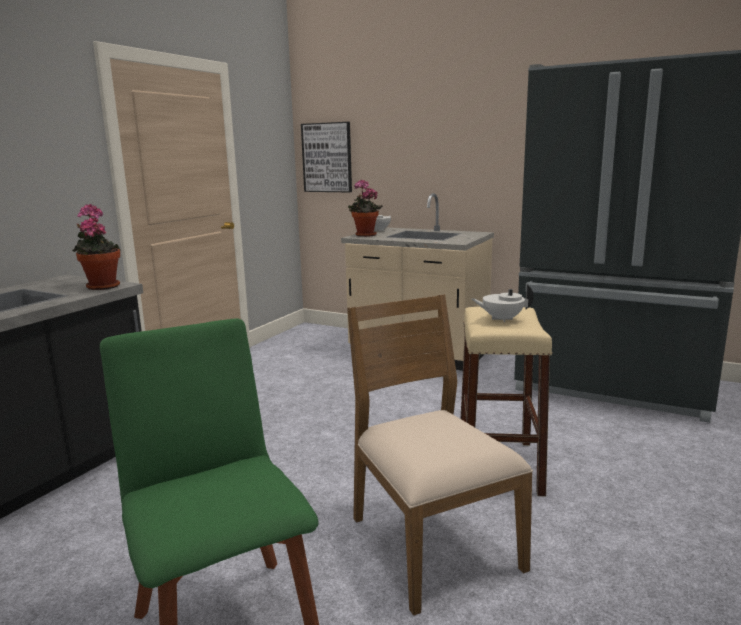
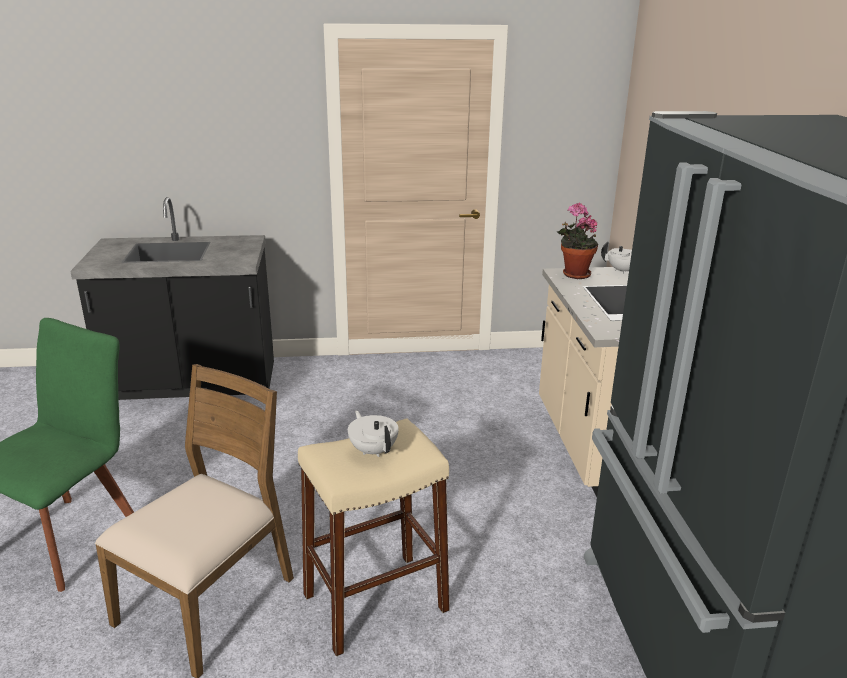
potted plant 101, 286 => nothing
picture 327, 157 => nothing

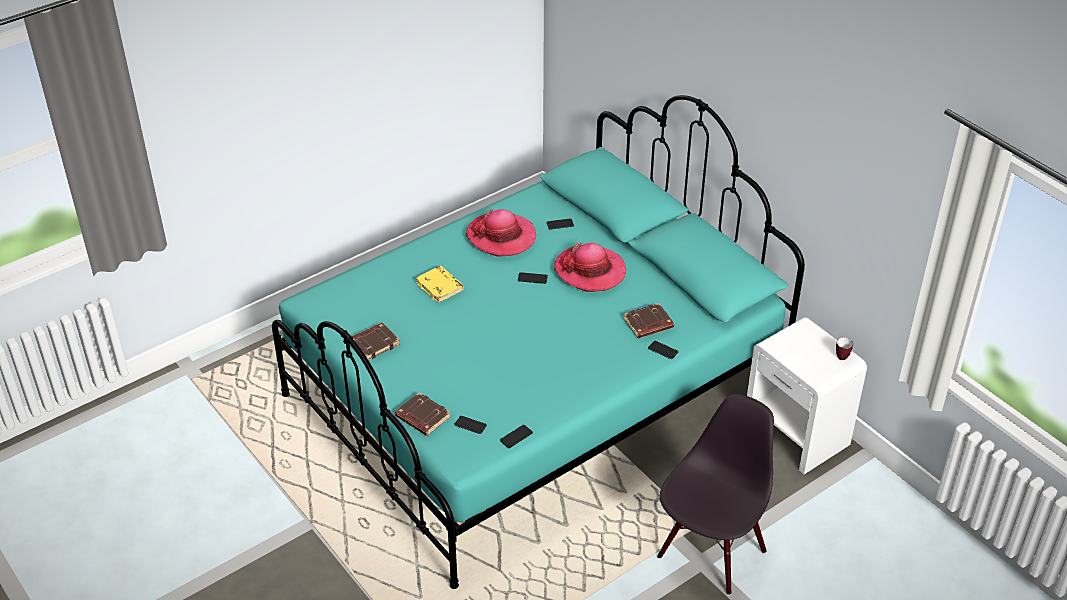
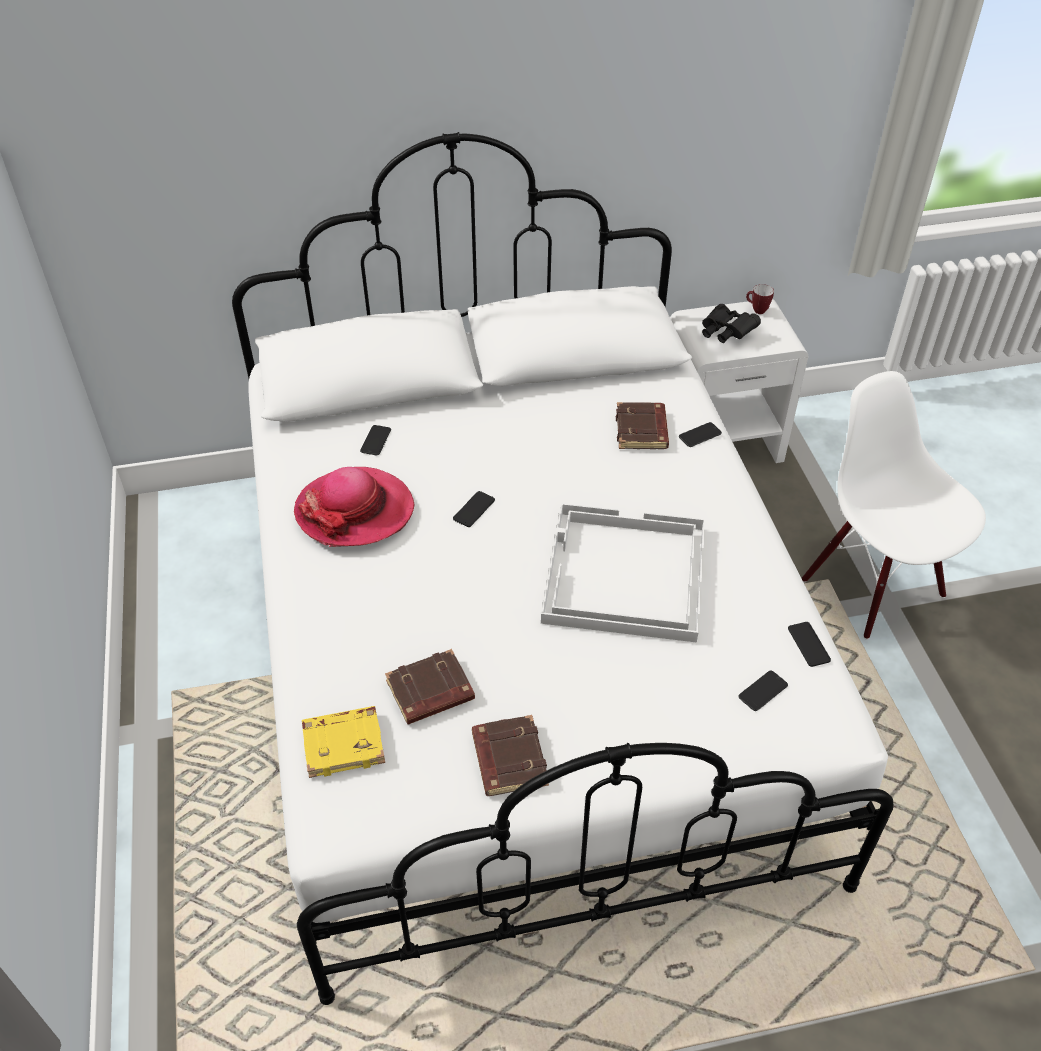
turquoise bed 534, 394 => white bed 522, 655
brown book 422, 417 => brown book 430, 692, move
yellow book 440, 287 => yellow book 344, 744, move
hat 590, 271 => nothing
black chair 710, 552 => white chair 874, 587
nothing => white tray 623, 575
nothing => black binoculars 725, 333

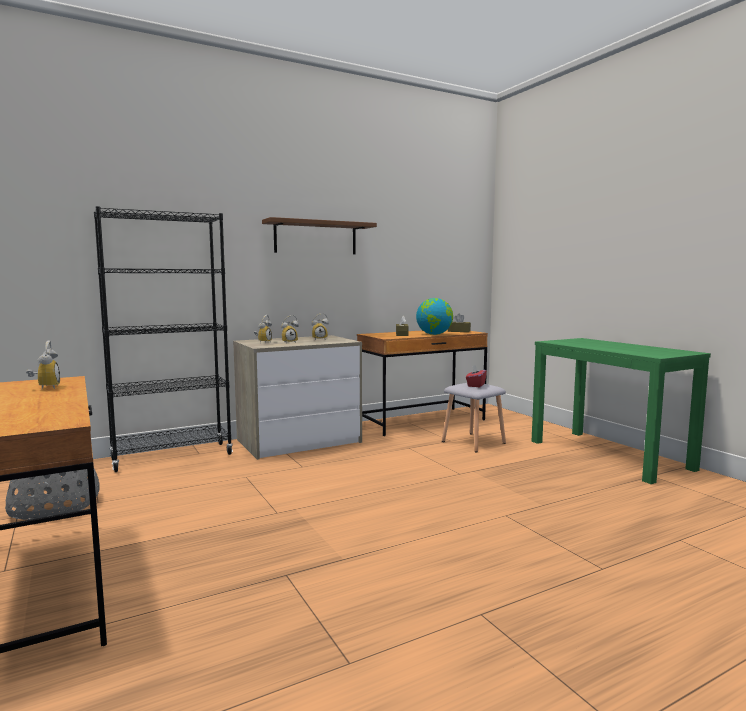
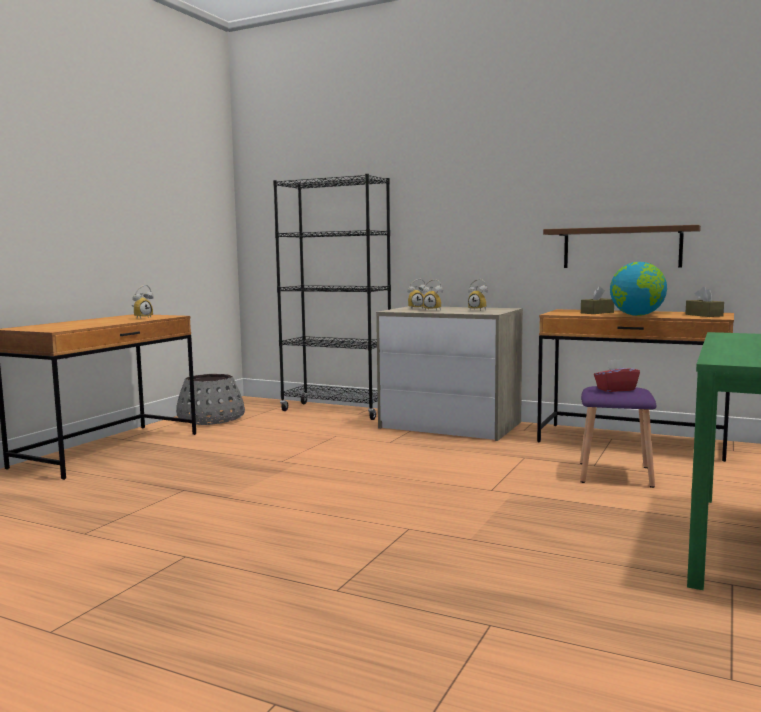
brown shelf 315, 238 => brown shelf 621, 247, move
grey stool 473, 442 => purple stool 613, 474

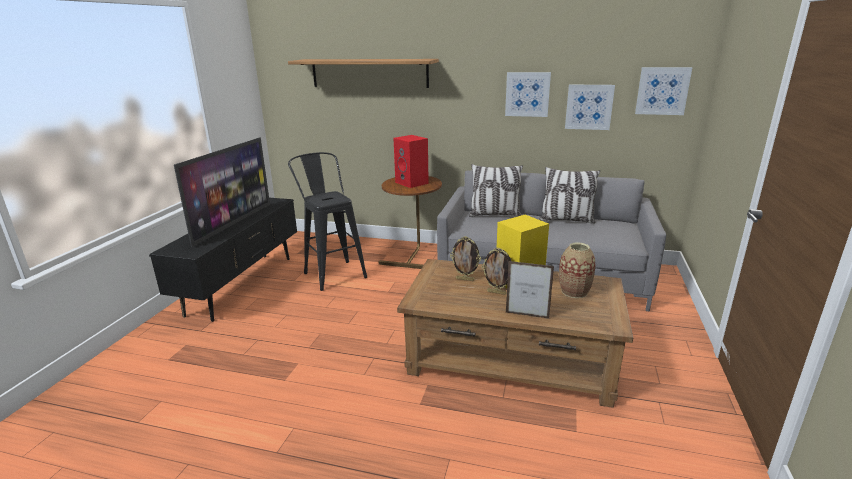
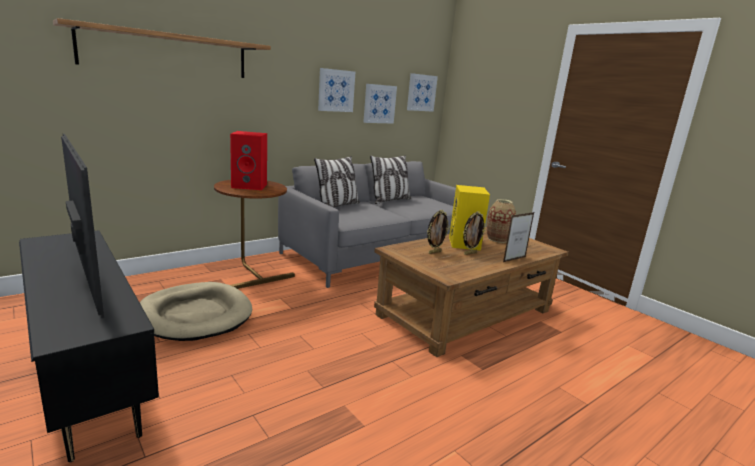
black stool 332, 273 => beige dog bed 195, 315

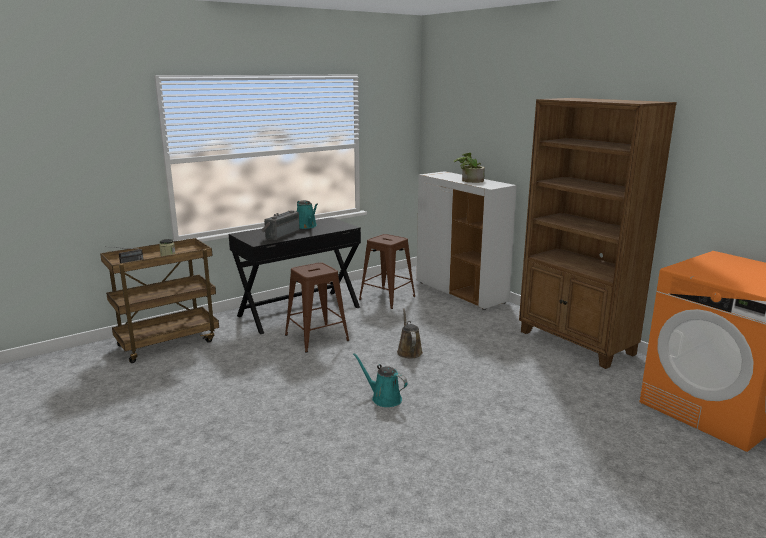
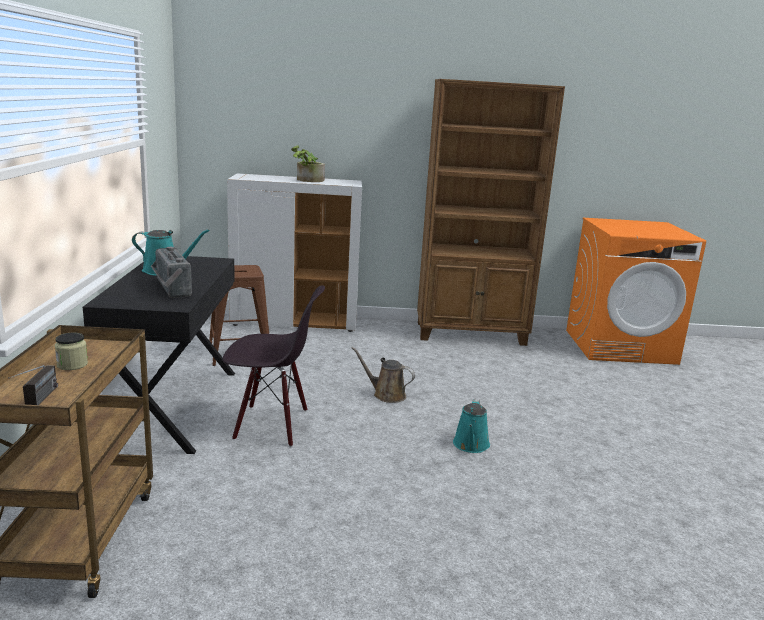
brown stool 316, 338 => black chair 271, 425
turquoise watering can 384, 398 => turquoise watering can 471, 445, 60 degrees counterclockwise

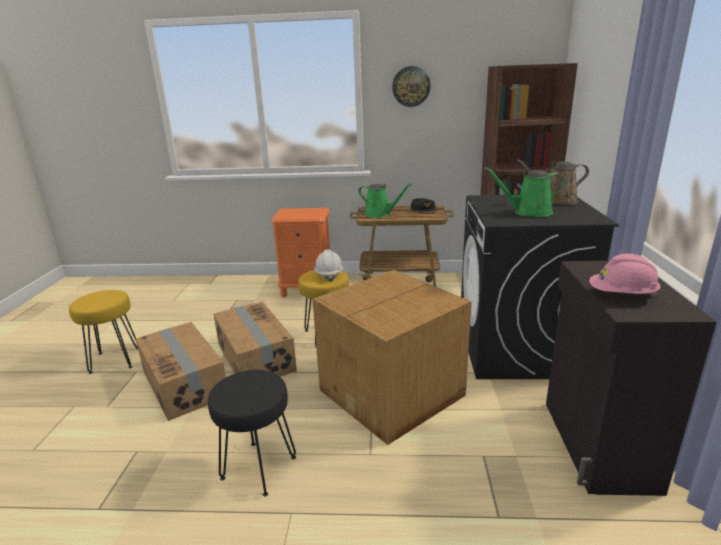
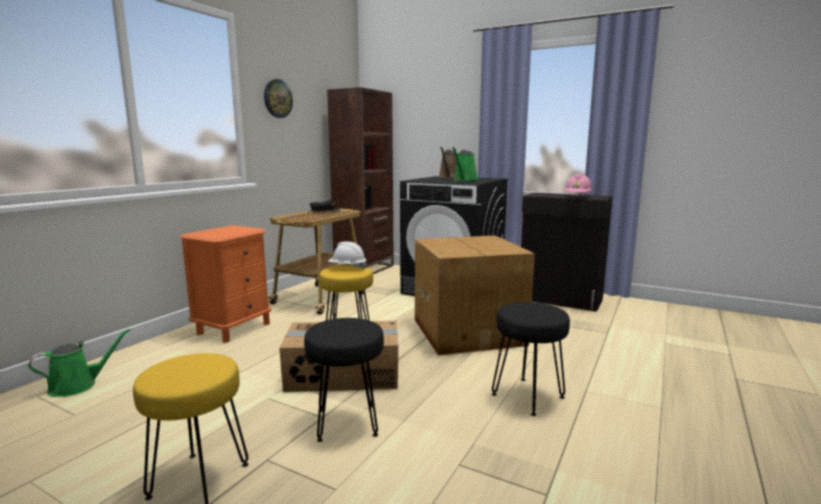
cardboard box 185, 383 => black stool 346, 422
green watering can 380, 214 => green watering can 78, 386, move

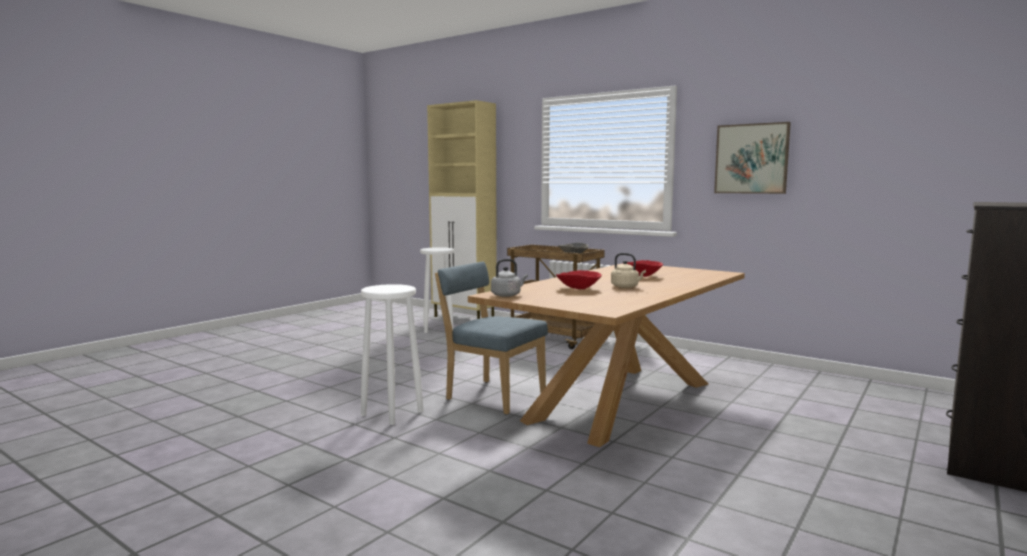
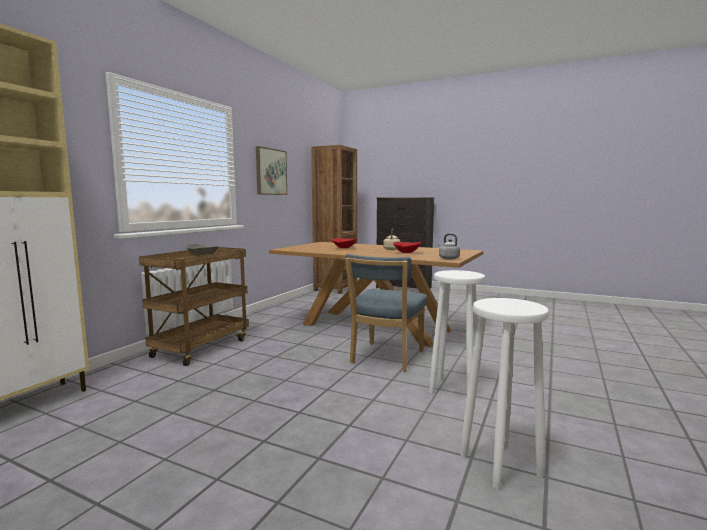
white stool 438, 329 => white stool 500, 464, move
nothing => brown bookcase 335, 288

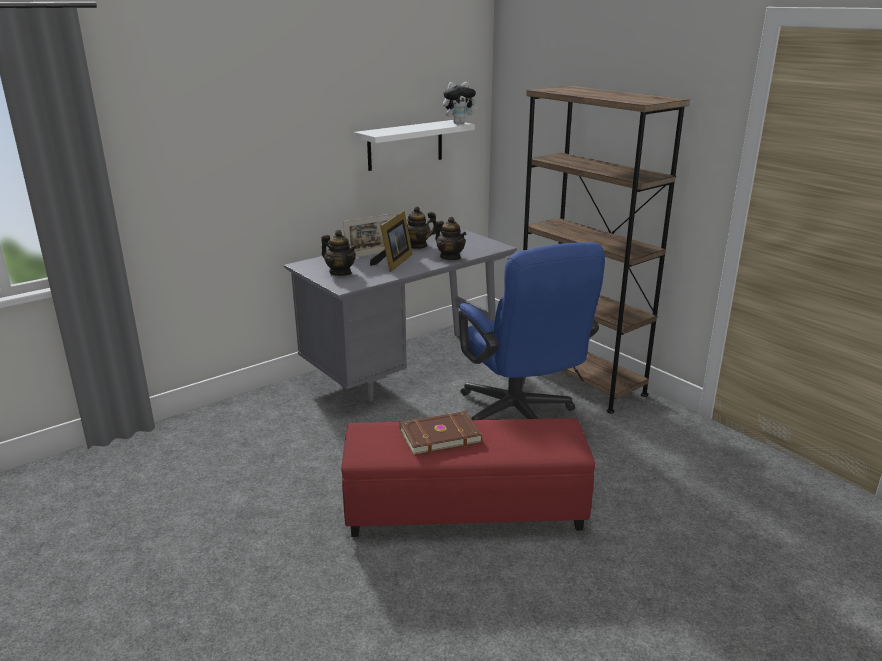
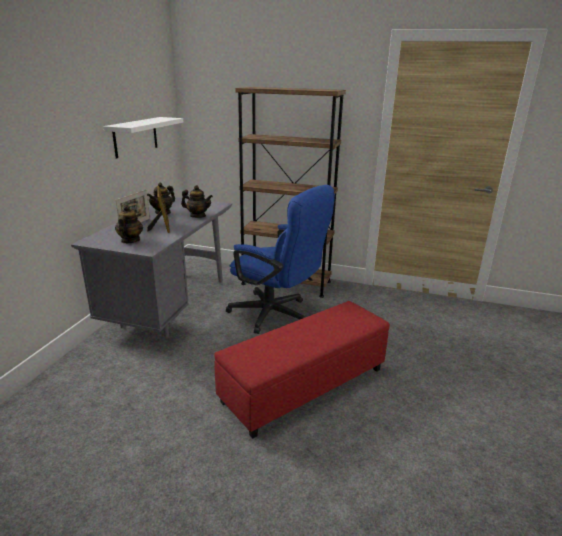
teapot 340, 272 => teapot 130, 241, 90 degrees counterclockwise
brown book 439, 435 => nothing
plush toy 459, 123 => nothing

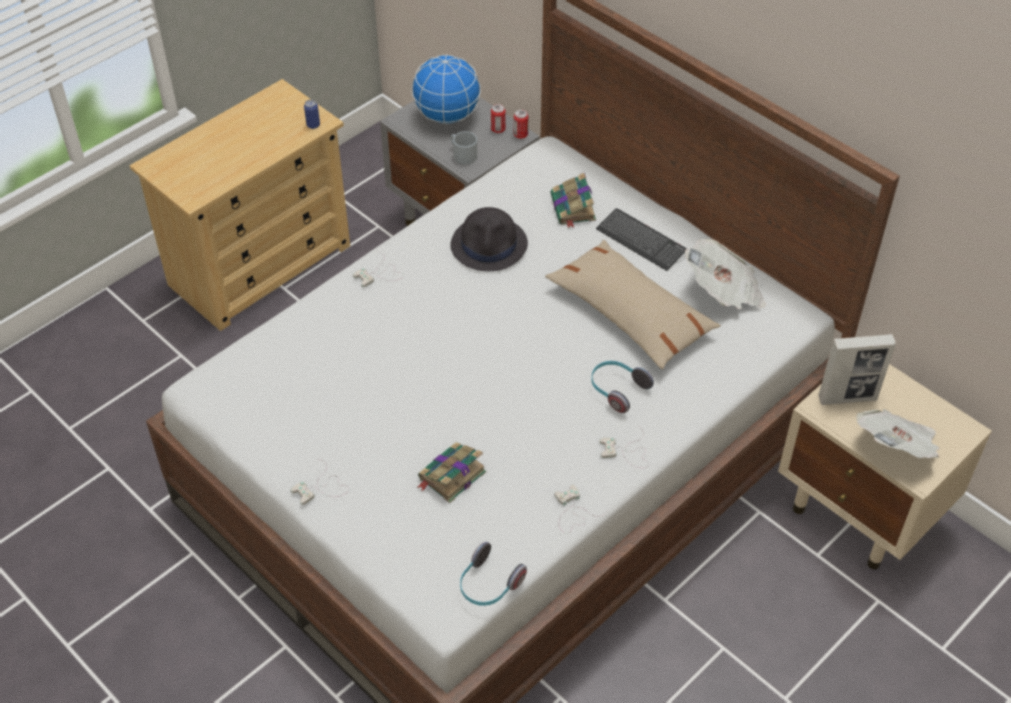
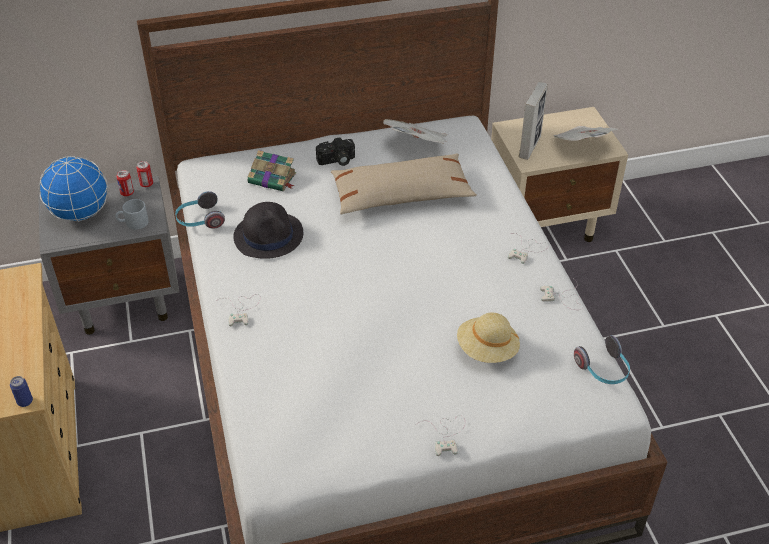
can 313, 125 => can 25, 401, move
book 451, 476 => beige hat 487, 350
headphones 617, 390 => headphones 199, 220, move
keyboard 641, 241 => photo camera 336, 161

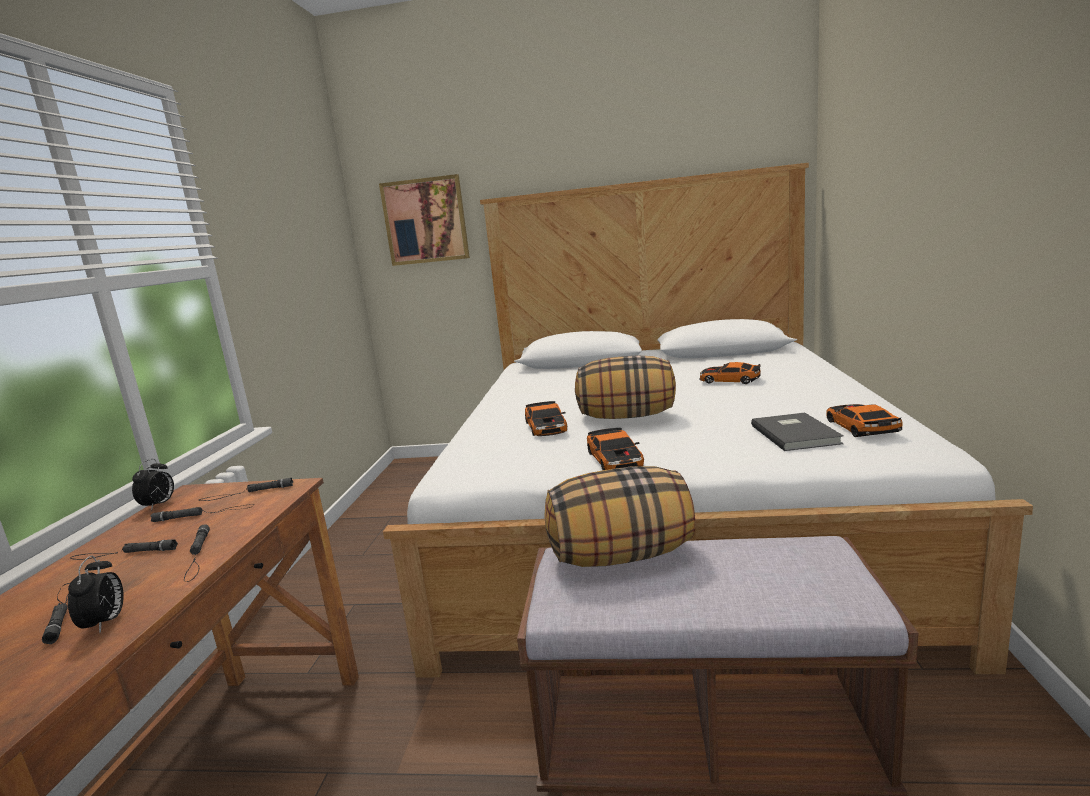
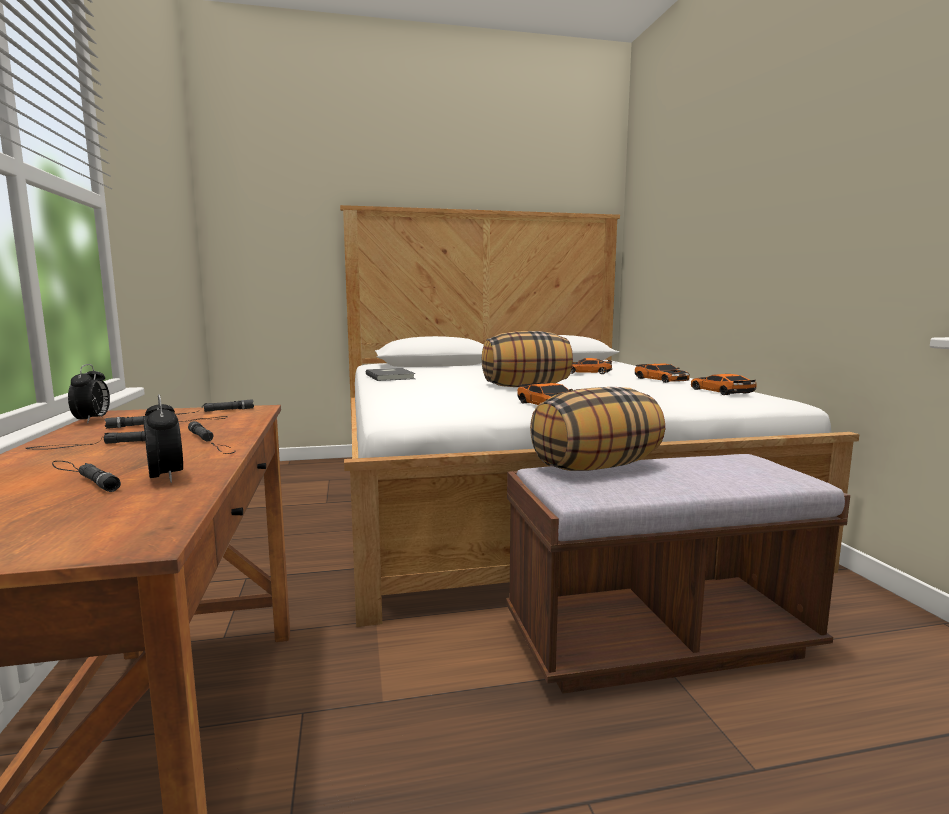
picture 425, 221 => nothing
toy car 547, 426 => toy car 662, 379, move
grey book 796, 434 => grey book 391, 376, move

